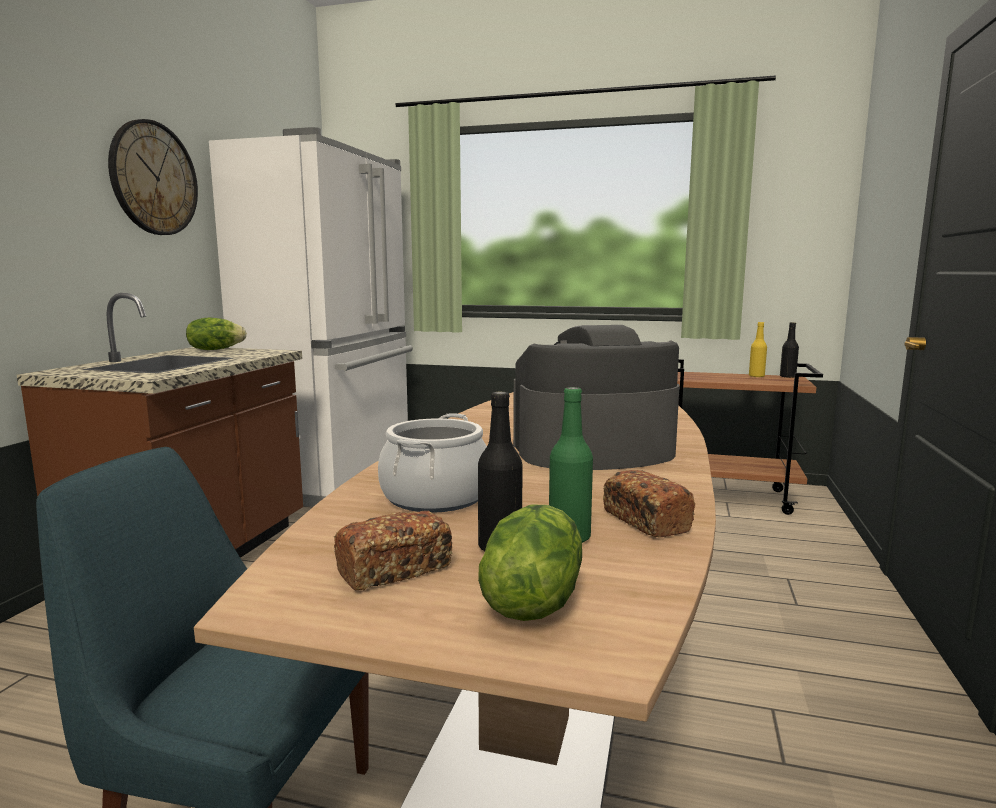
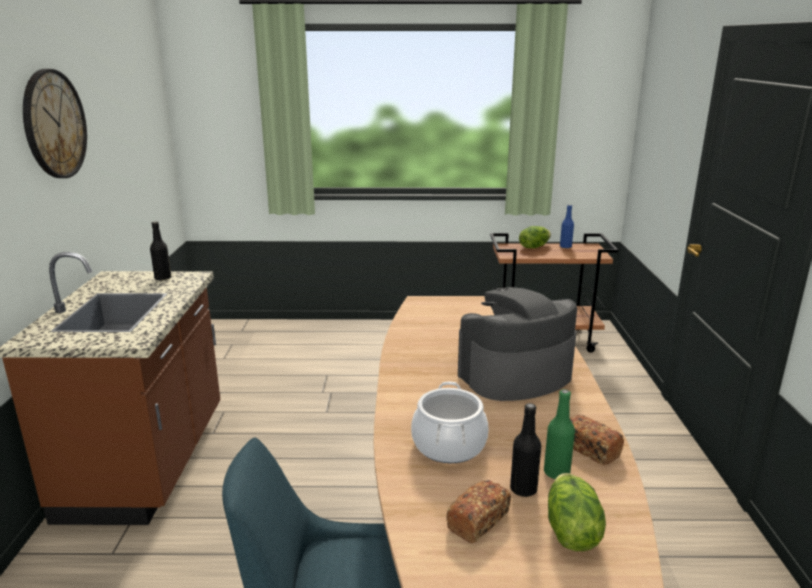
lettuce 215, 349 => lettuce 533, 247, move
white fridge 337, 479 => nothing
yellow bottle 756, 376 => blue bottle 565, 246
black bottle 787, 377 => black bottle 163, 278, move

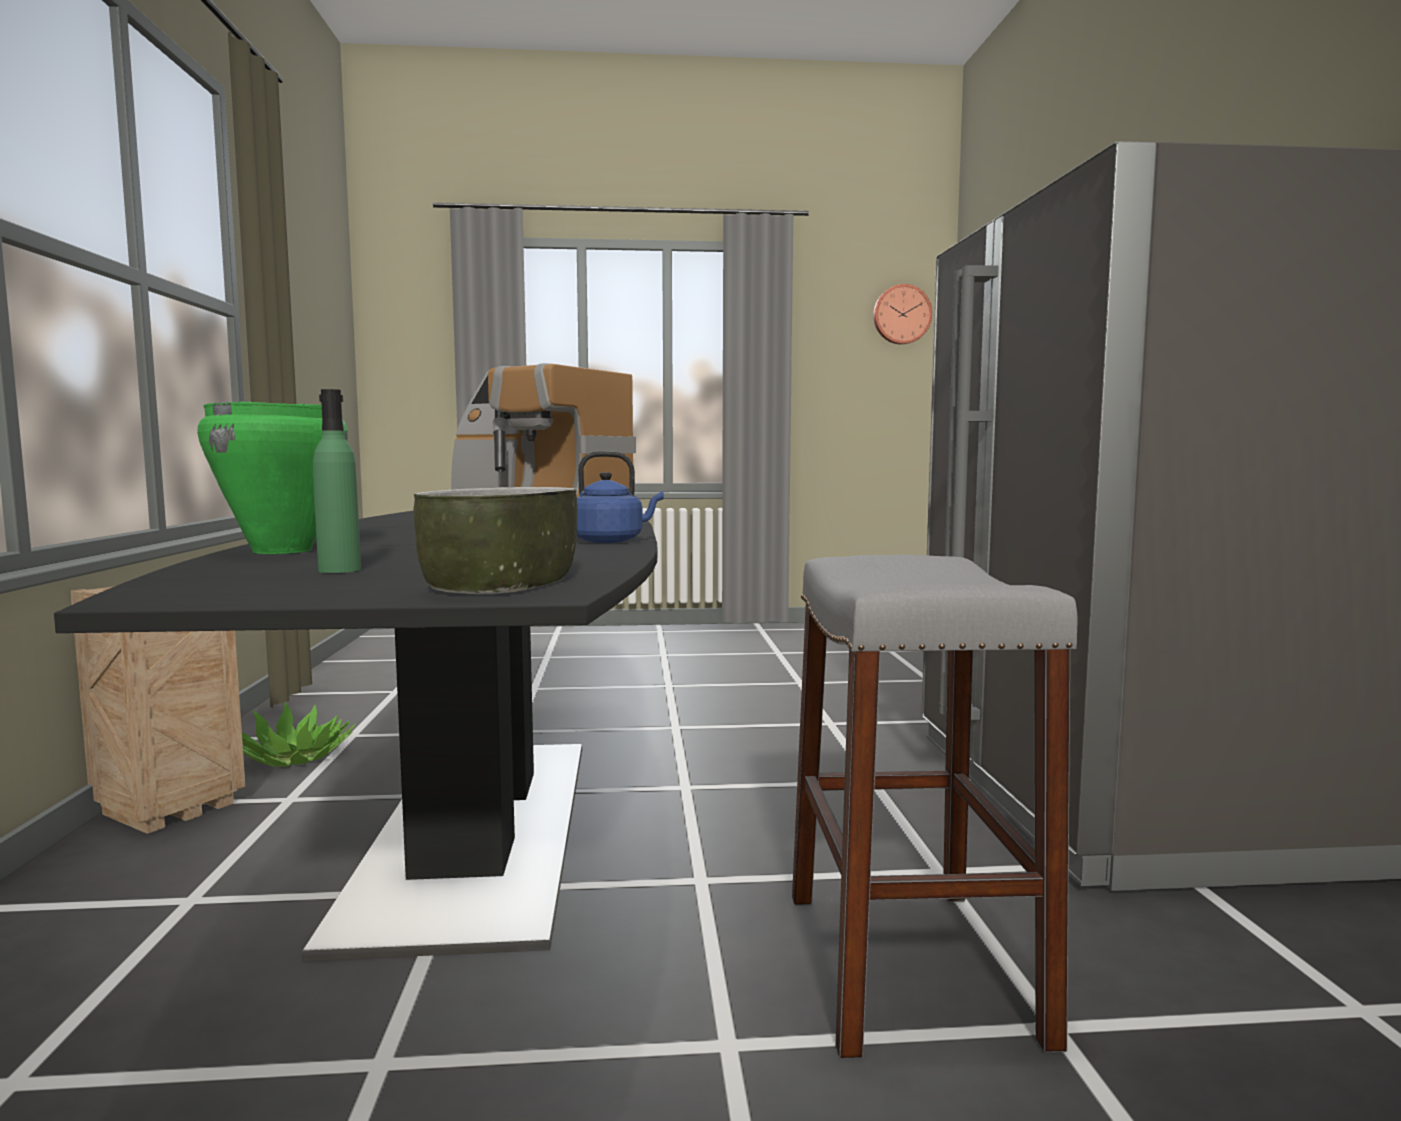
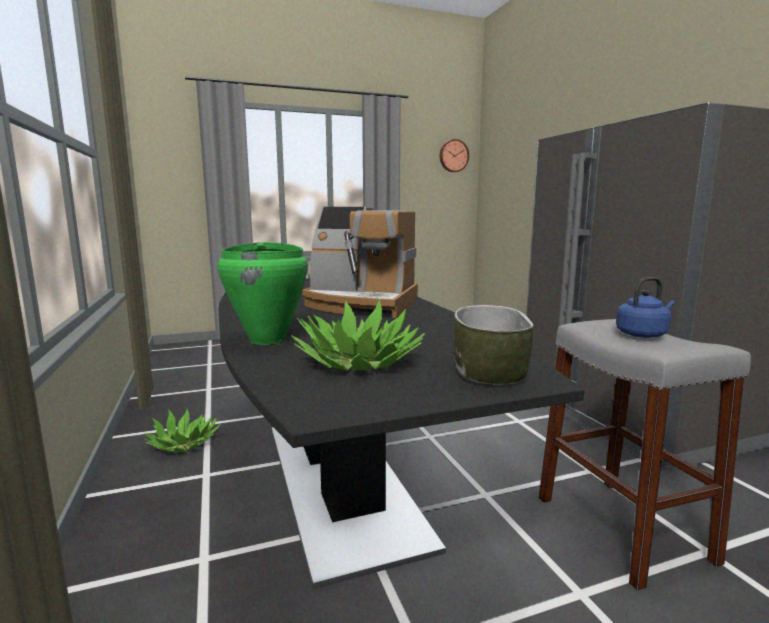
crate 171, 807 => nothing
green bottle 339, 570 => potted plant 358, 361
blue kettle 611, 541 => blue kettle 643, 334, move

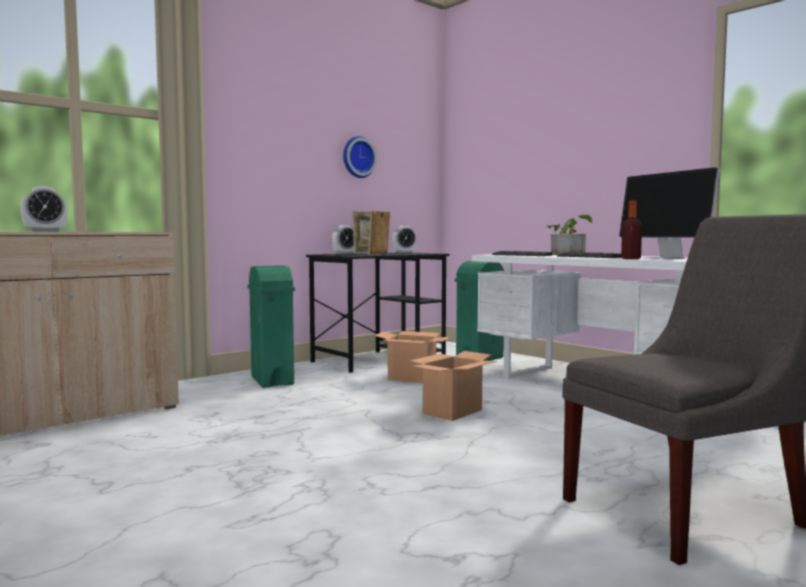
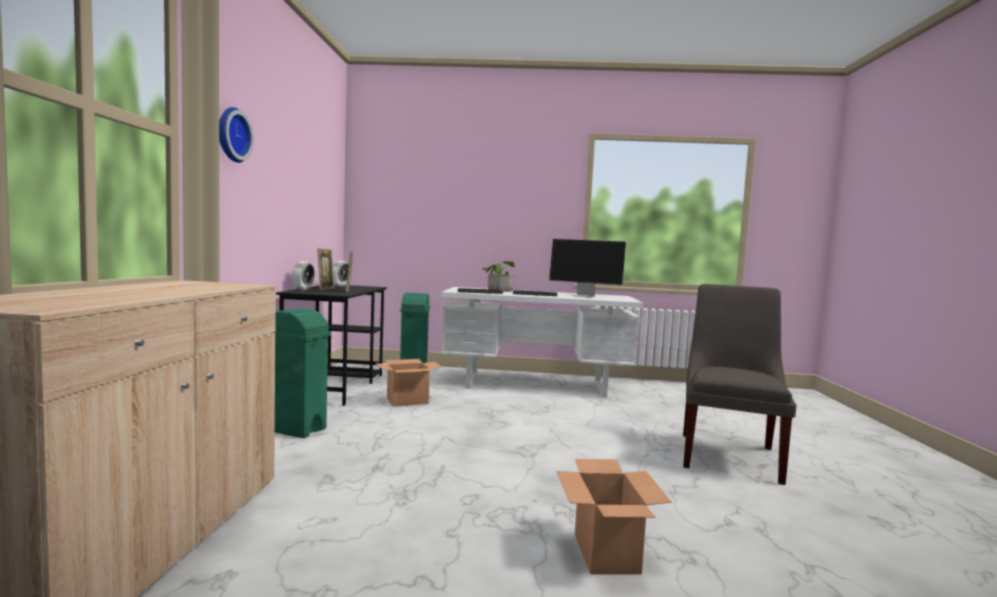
alarm clock 45, 231 => nothing
wall clock 357, 157 => wall clock 231, 135, move
cardboard box 452, 412 => cardboard box 606, 554, move
bottle 630, 259 => nothing

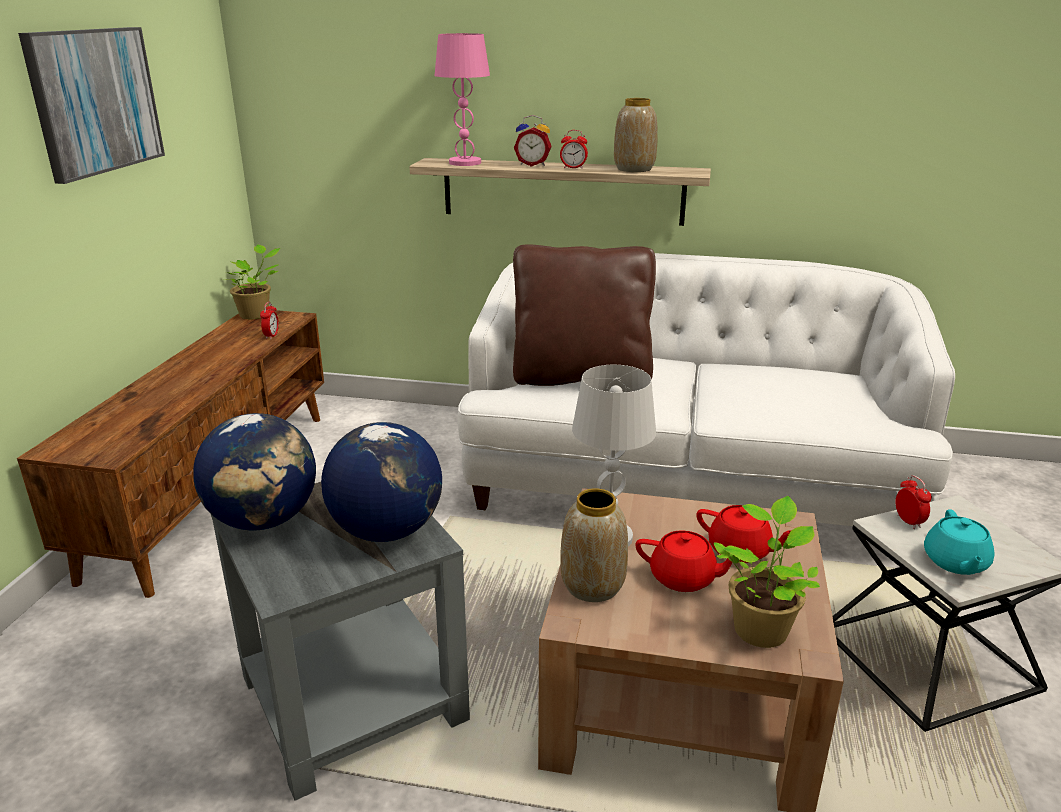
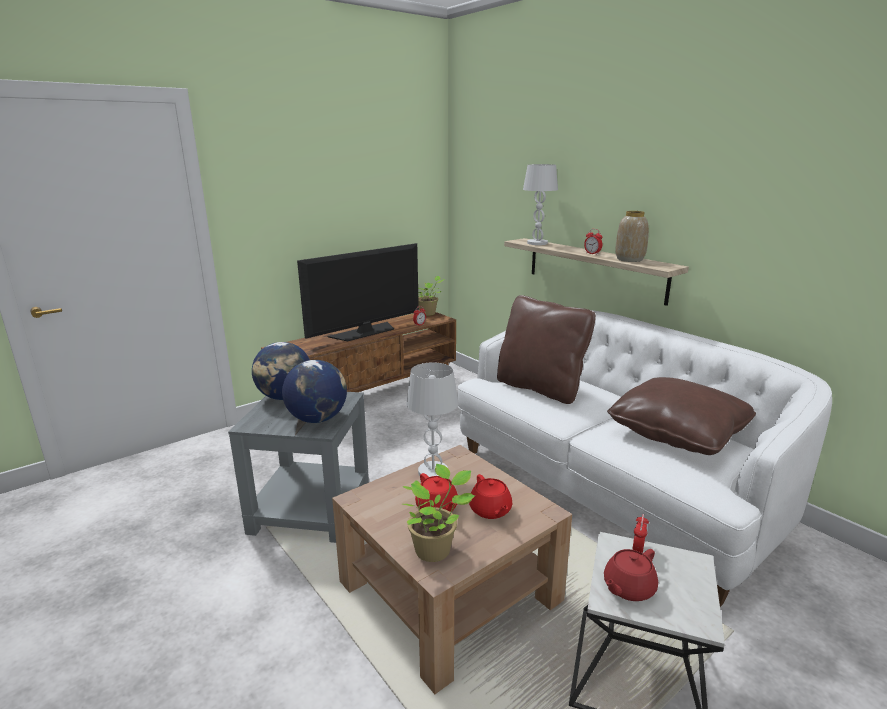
picture 95, 101 => nothing
pink table lamp 465, 163 => white table lamp 537, 243
alarm clock 533, 164 => nothing
vase 593, 585 => nothing
turquoise teapot 955, 562 => red teapot 628, 588
nothing => television 365, 332
nothing => brown pillow 677, 433

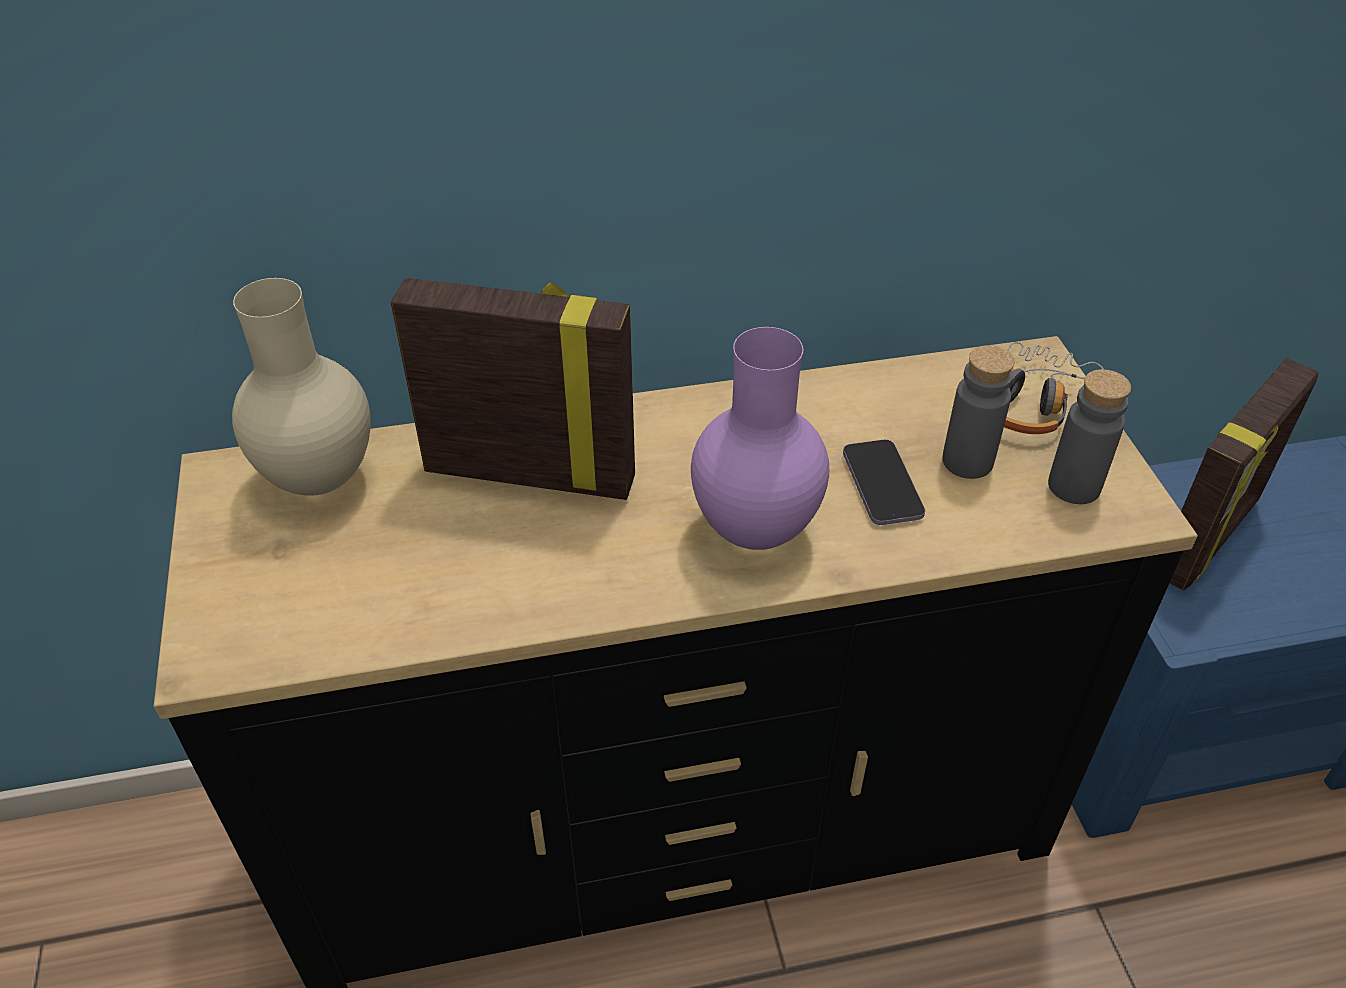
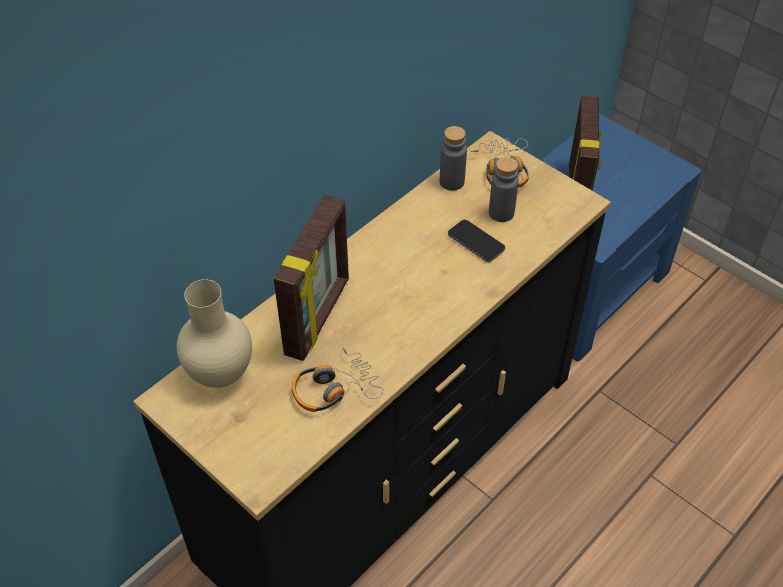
picture frame 531, 473 => picture frame 319, 317, 135 degrees clockwise
purple vase 756, 533 => nothing
grey bottle 1074, 486 => grey bottle 451, 182, move
nothing => headphones 334, 388

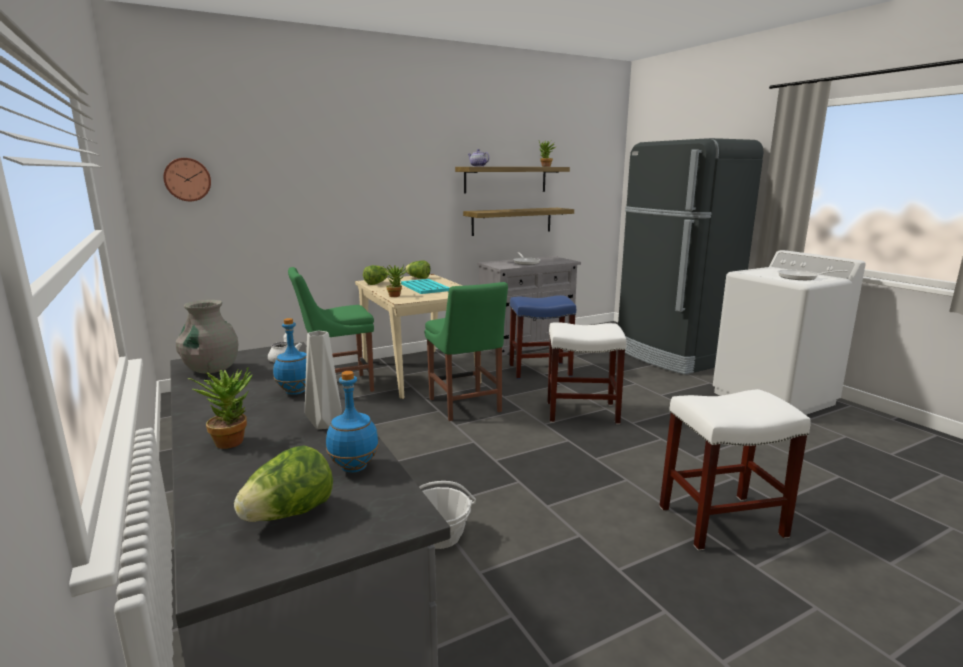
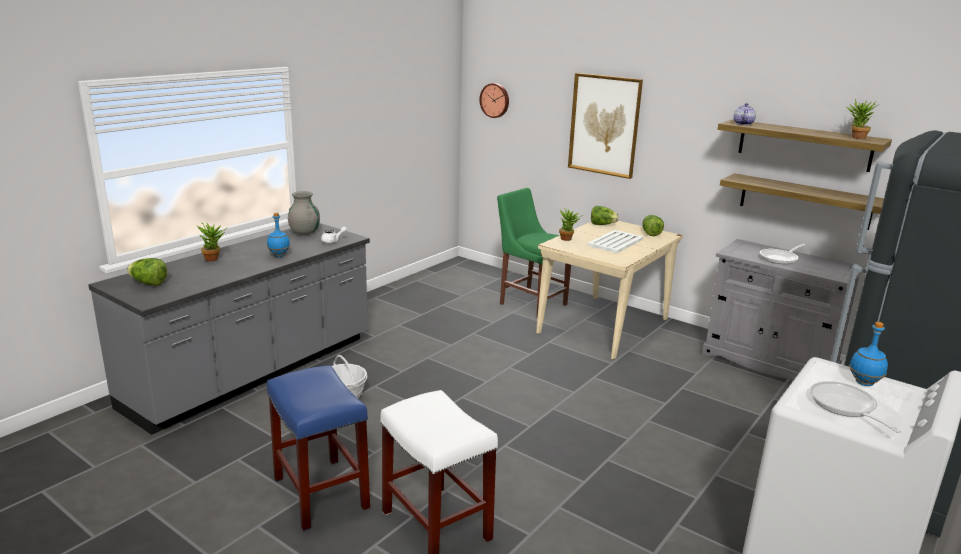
grey vase 325, 425 => nothing
blue bottle 354, 468 => blue bottle 863, 383, move
turquoise tray 424, 287 => white tray 616, 242
green chair 465, 406 => nothing
blue stool 539, 370 => blue stool 320, 493, move
white stool 582, 412 => nothing
nothing => picture 604, 125

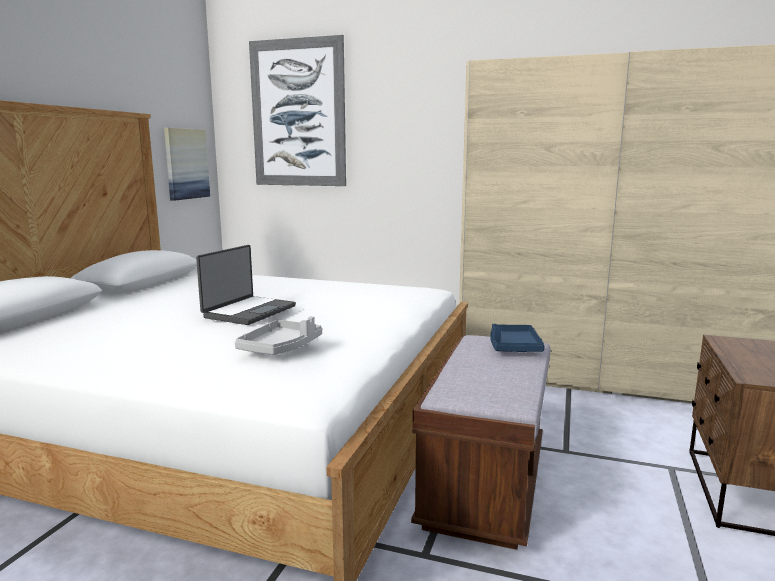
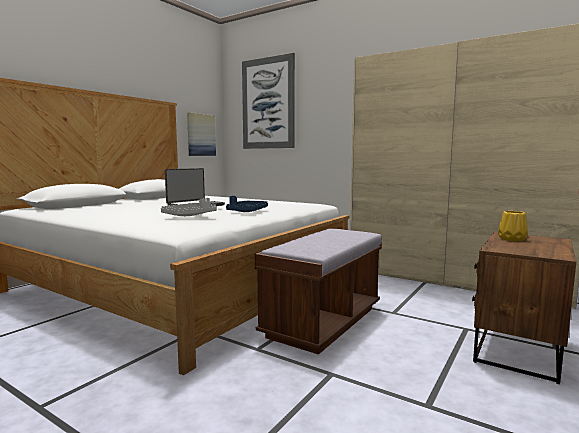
blue tray 513, 347 => blue tray 247, 211, move
nothing => yellow vase 511, 239

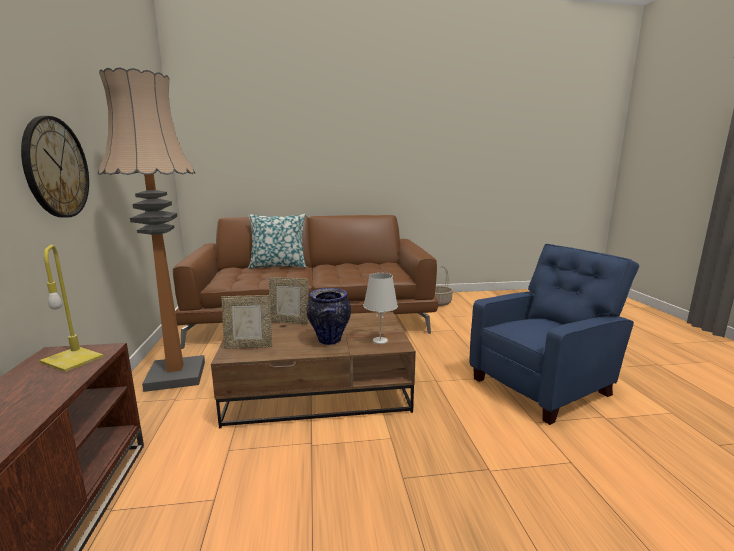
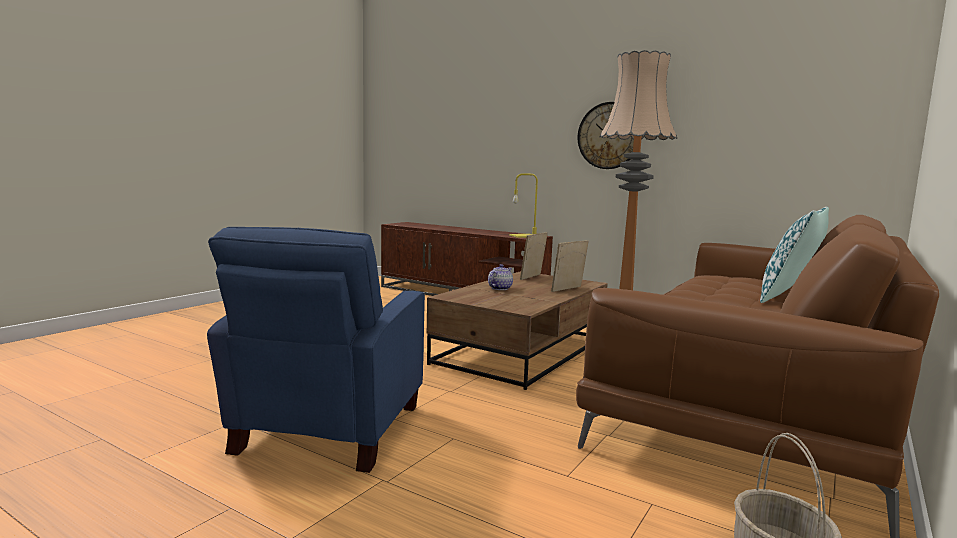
vase 329, 341 => teapot 499, 288
white table lamp 380, 341 => nothing

